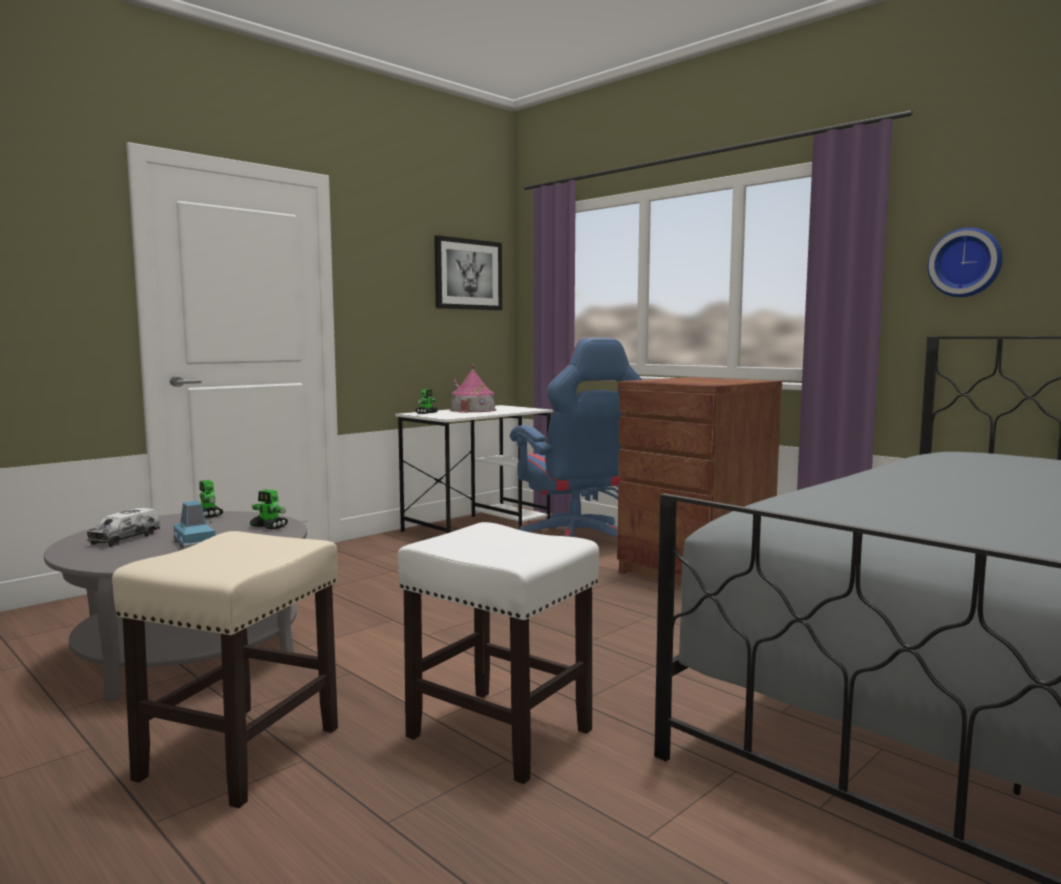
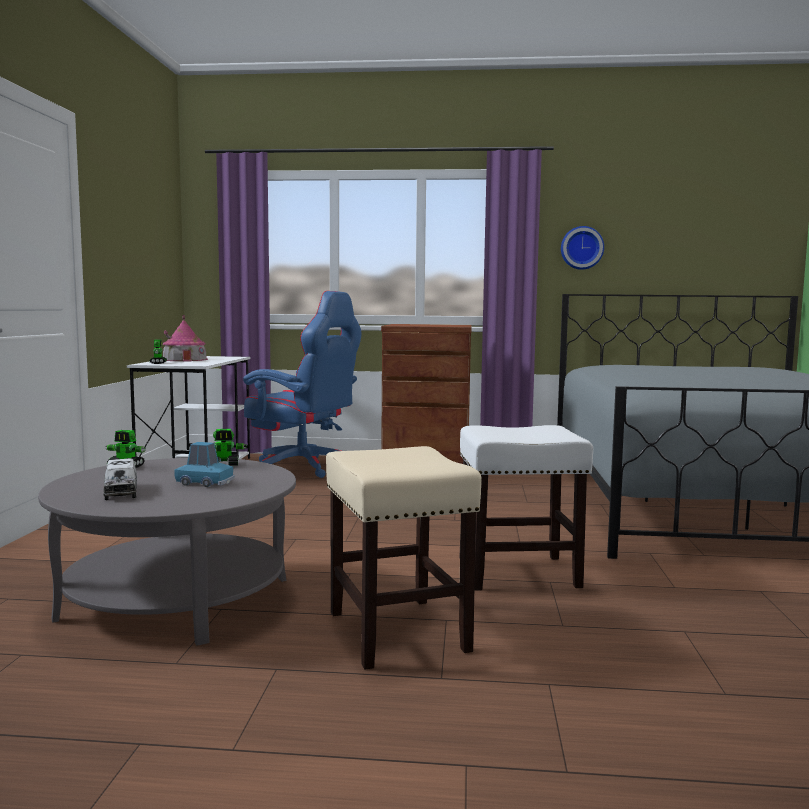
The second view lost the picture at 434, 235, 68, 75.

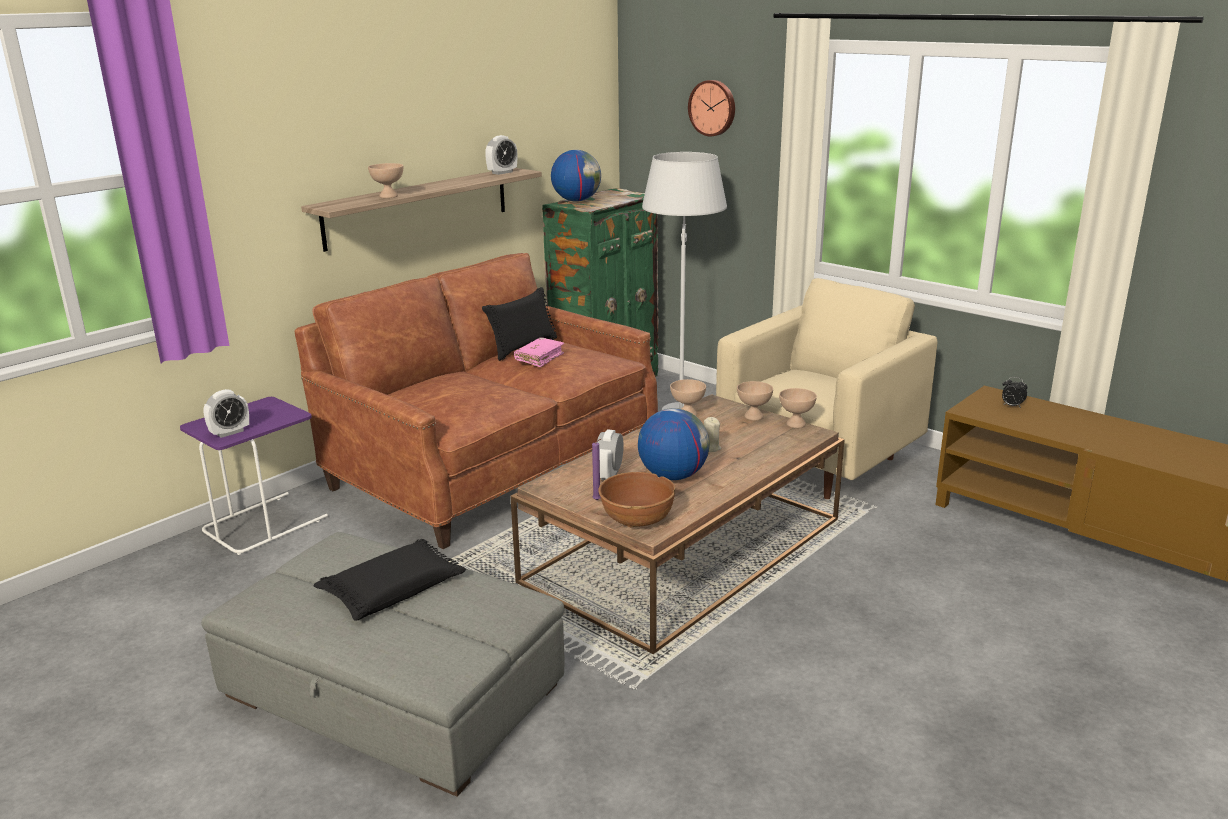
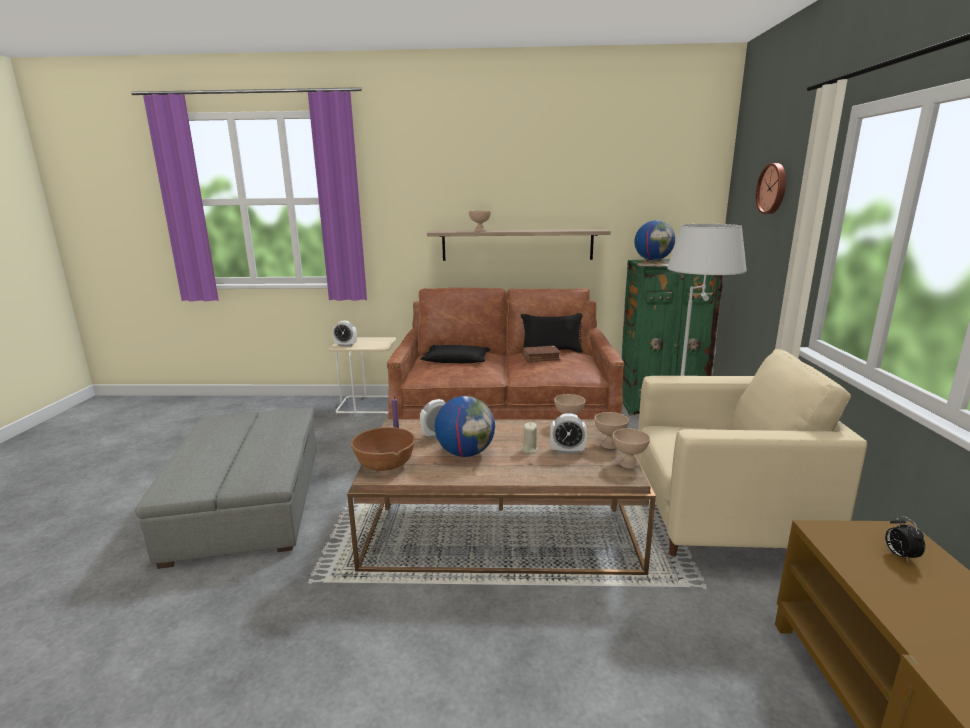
What was the purple side table at 180, 397, 148, 158 turned into the beige side table at 329, 337, 67, 77. The black pillow ended up elsewhere, having gone from 314, 539, 152, 82 to 421, 345, 70, 18. What was the pink book at 514, 337, 50, 30 turned into the brown book at 522, 345, 39, 17. The alarm clock ended up elsewhere, having gone from 485, 135, 32, 40 to 550, 413, 37, 41.

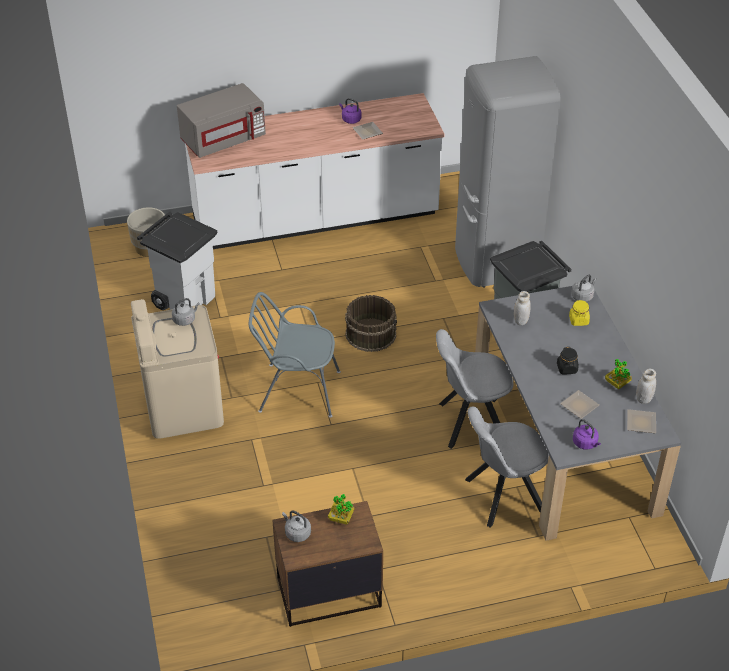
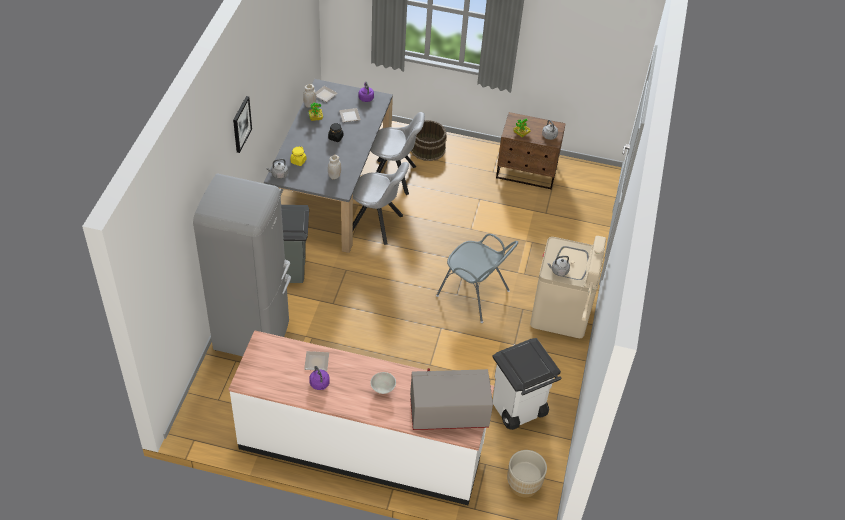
The second view gained the picture at 233, 96, 19, 57. The second view gained the white bowl at 370, 372, 26, 22. The brown bucket ended up elsewhere, having gone from 345, 295, 52, 57 to 411, 120, 36, 41.

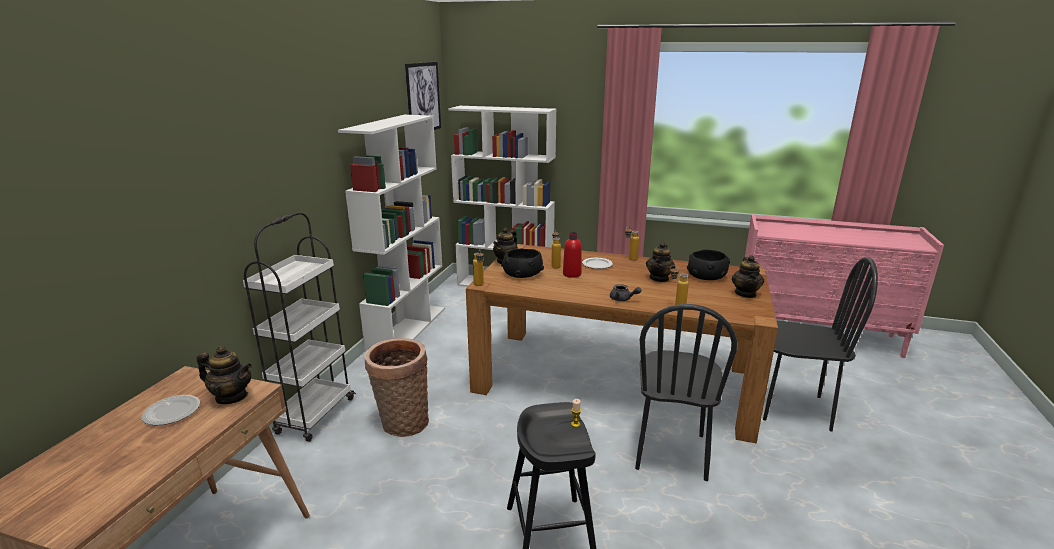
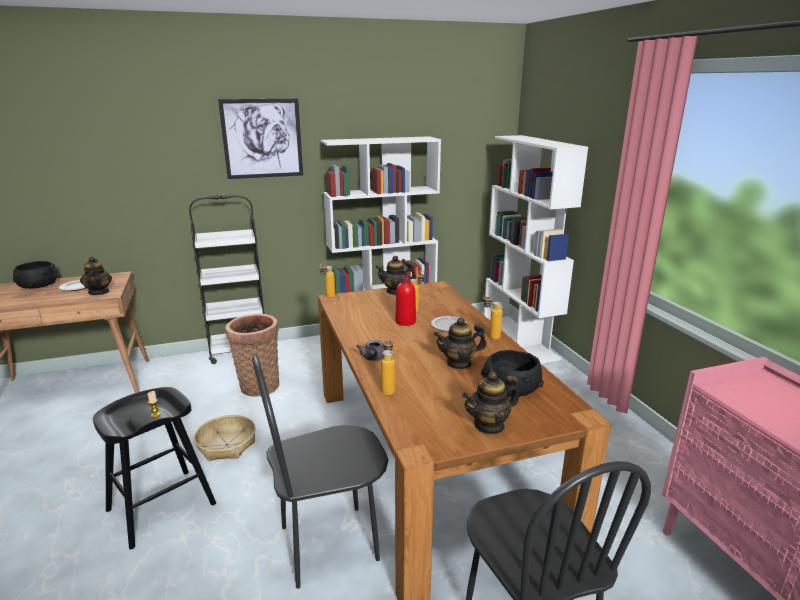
The black bowl ended up elsewhere, having gone from 501, 249, 43, 29 to 13, 261, 44, 27. The second view gained the basket at 194, 415, 62, 46. The picture ended up elsewhere, having gone from 405, 62, 36, 68 to 218, 99, 85, 80.

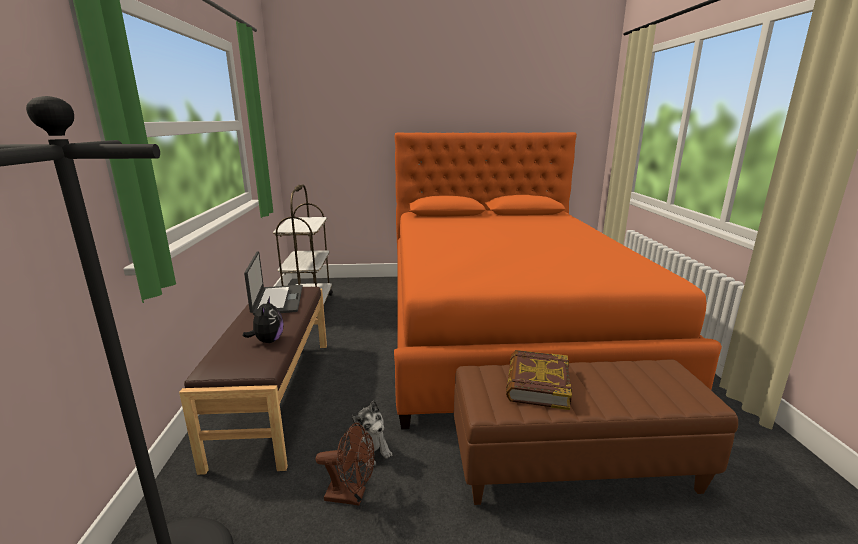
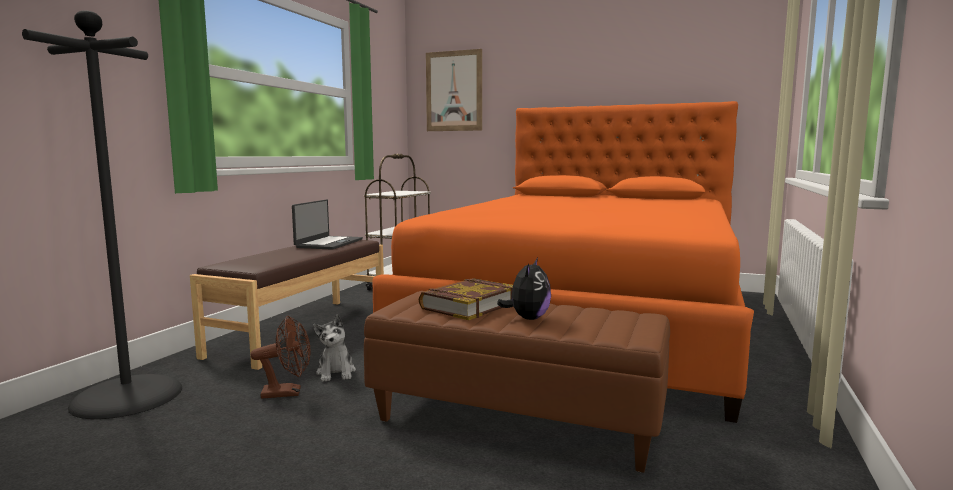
The brown fan at 316, 423, 59, 82 ended up facing another way, 45 degrees counterclockwise from before. The second view gained the picture at 426, 49, 56, 82. The plush toy ended up elsewhere, having gone from 243, 297, 41, 46 to 497, 258, 54, 62.

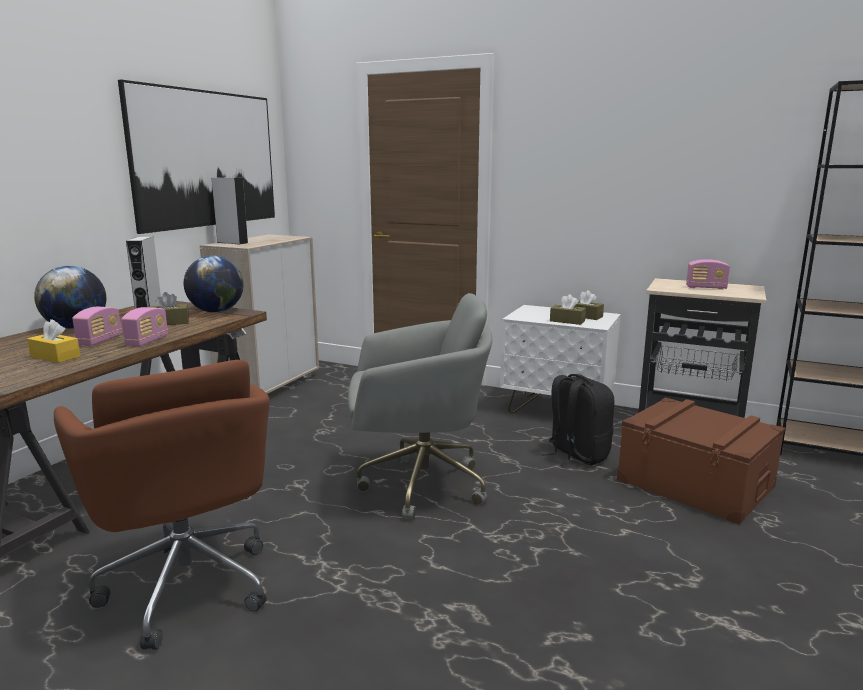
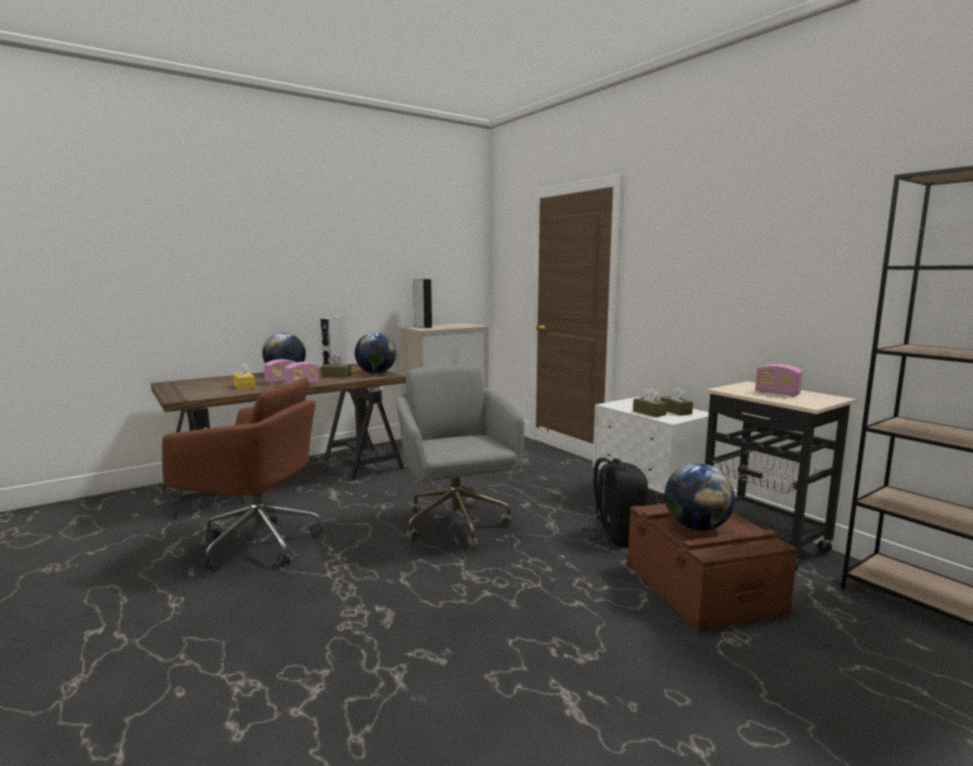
The brown office chair at 54, 360, 216, 290 ended up facing another way, 75 degrees counterclockwise from before. The grey office chair at 348, 293, 144, 227 ended up facing another way, 135 degrees counterclockwise from before. The second view gained the globe at 665, 463, 70, 68. The second view lost the picture at 118, 80, 157, 154.

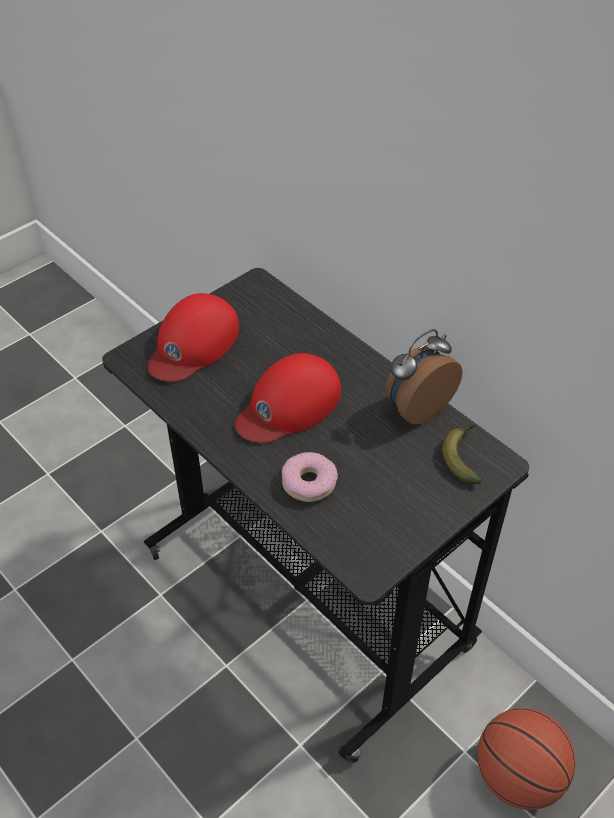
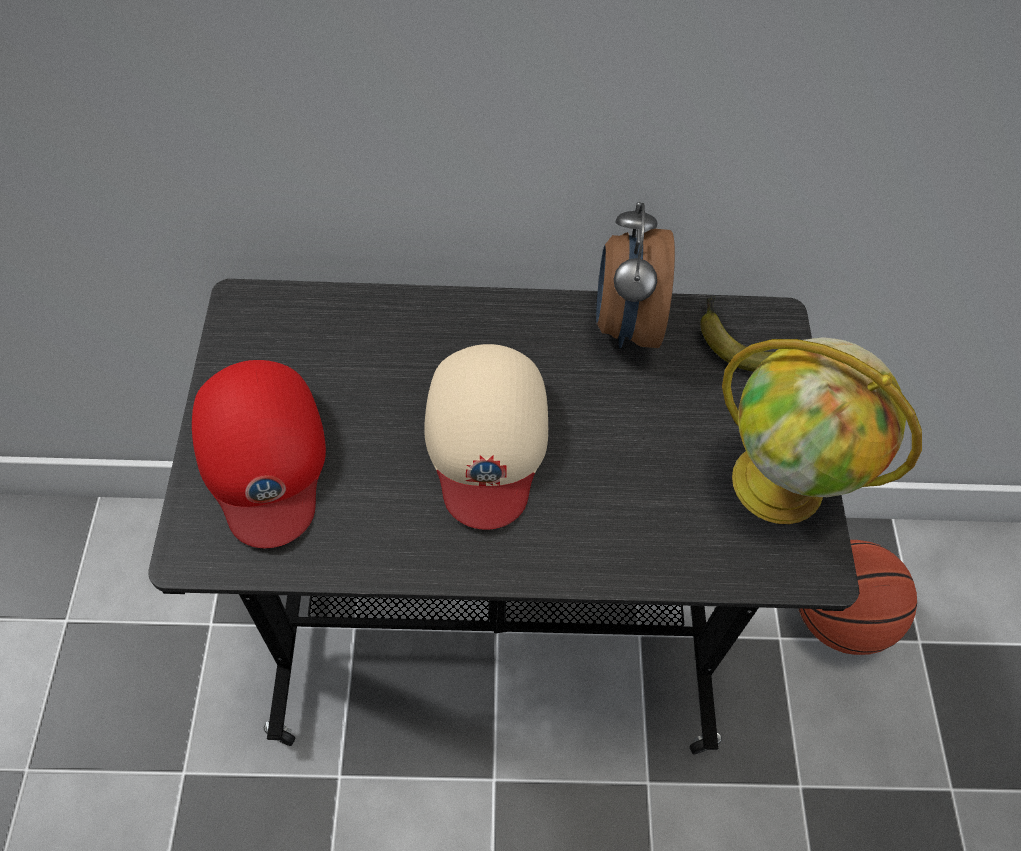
What was the red cap at 235, 353, 106, 90 turned into the beige cap at 424, 344, 124, 186. The second view gained the globe at 722, 337, 200, 187. The second view lost the donut at 282, 452, 56, 50.

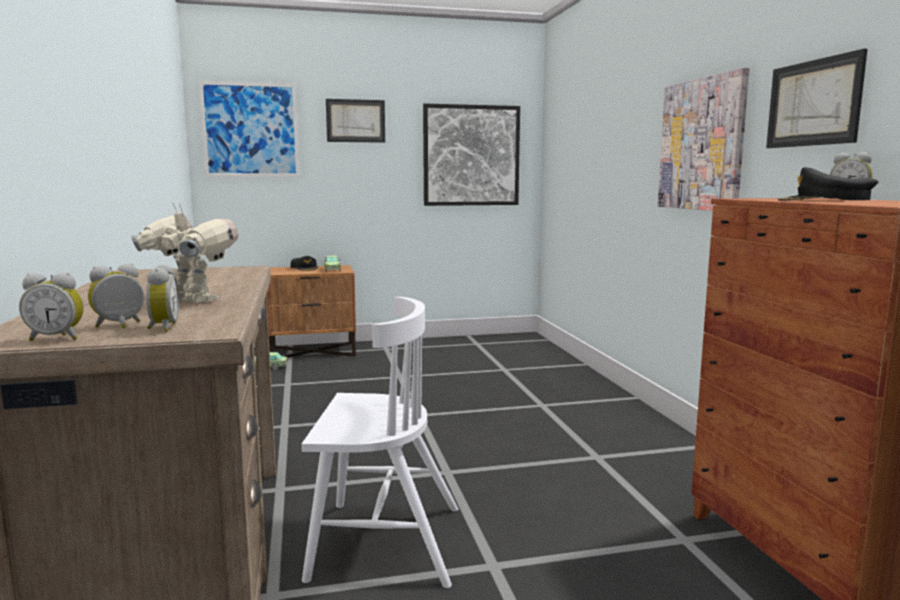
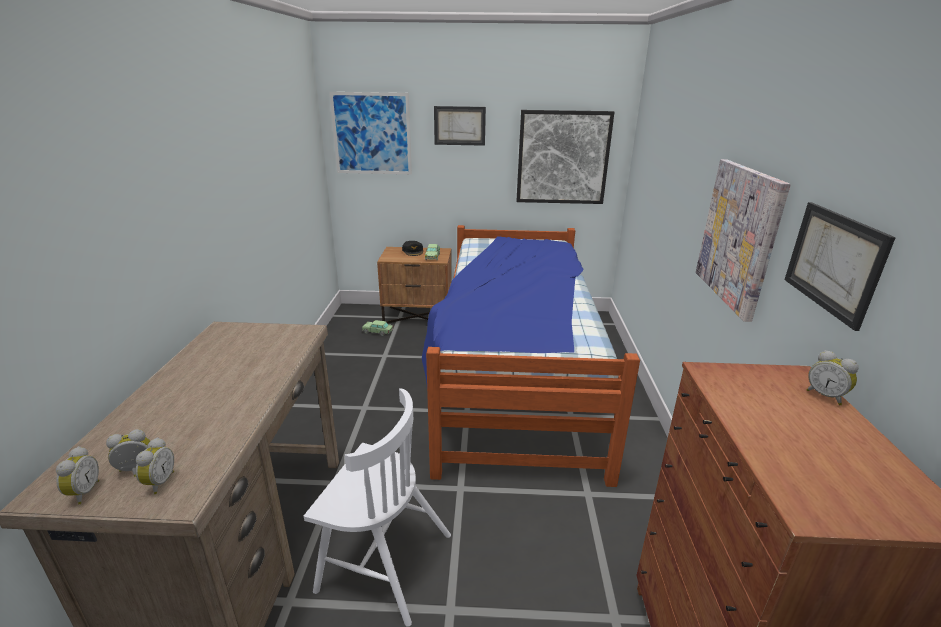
The alarm clock at 19, 273, 65, 68 ended up facing another way, 105 degrees counterclockwise from before. The second view gained the bed at 422, 225, 218, 262. The second view lost the toy robot at 131, 203, 107, 100. The second view lost the black cap at 778, 167, 101, 34.

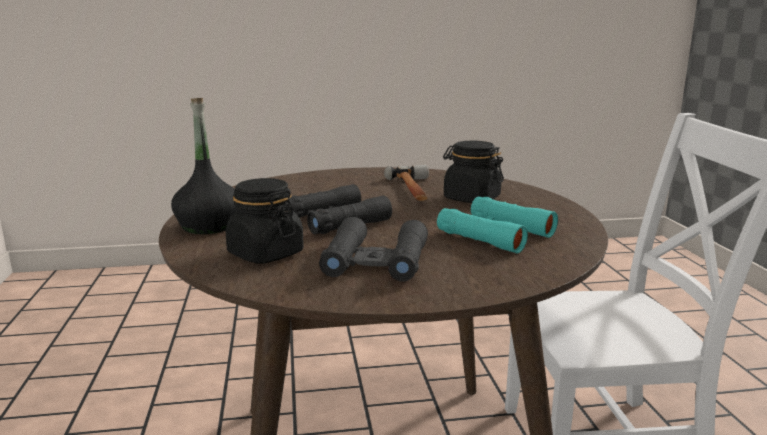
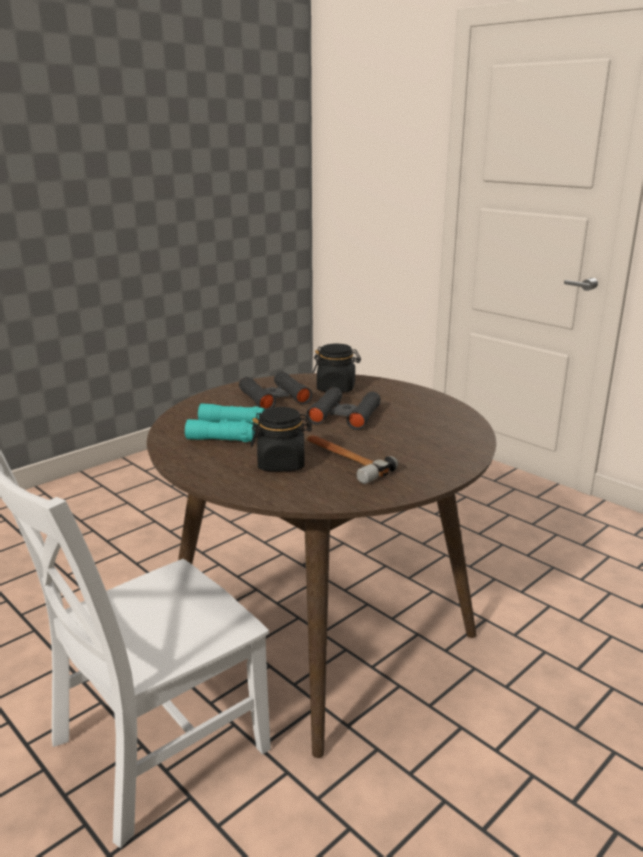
The second view lost the black bottle at 171, 98, 66, 136.

